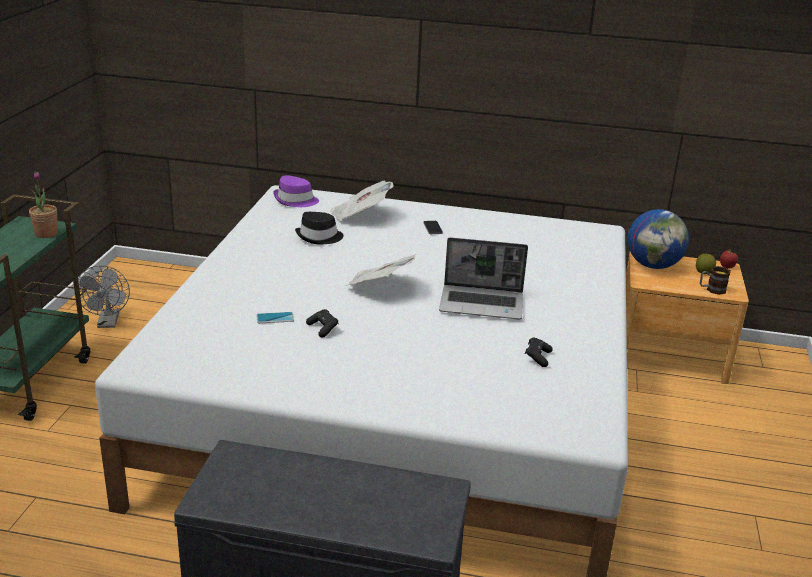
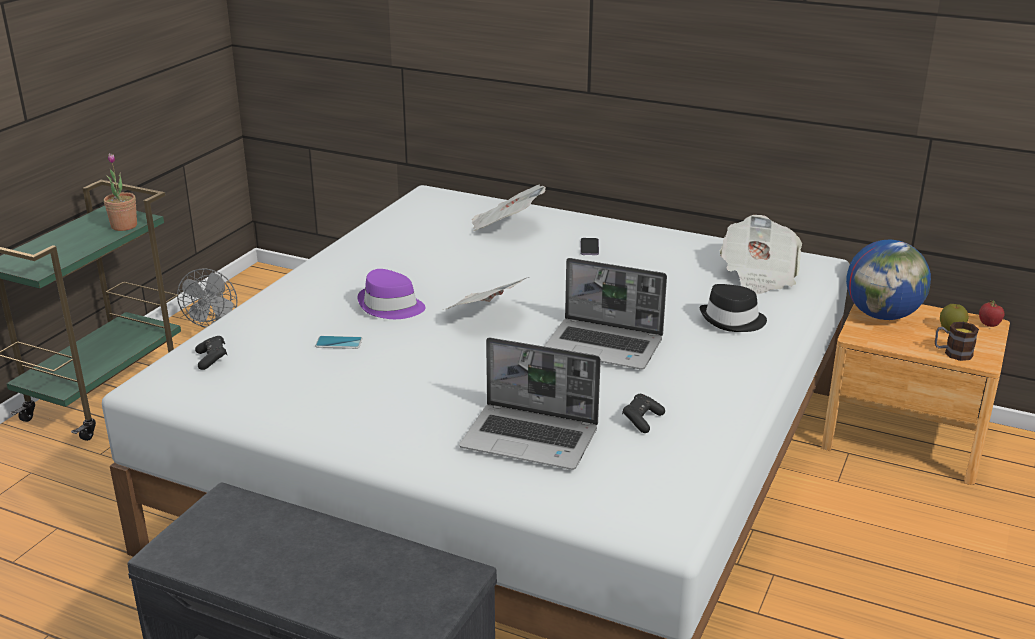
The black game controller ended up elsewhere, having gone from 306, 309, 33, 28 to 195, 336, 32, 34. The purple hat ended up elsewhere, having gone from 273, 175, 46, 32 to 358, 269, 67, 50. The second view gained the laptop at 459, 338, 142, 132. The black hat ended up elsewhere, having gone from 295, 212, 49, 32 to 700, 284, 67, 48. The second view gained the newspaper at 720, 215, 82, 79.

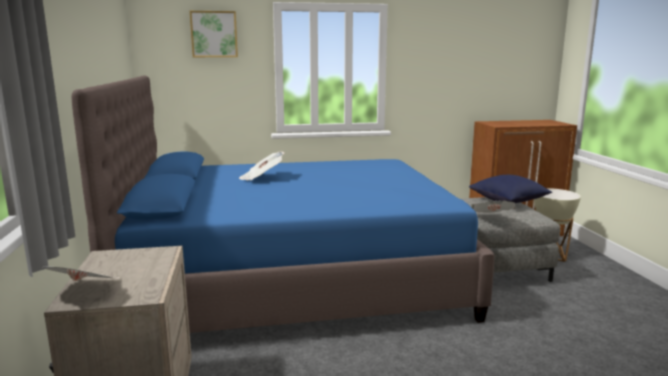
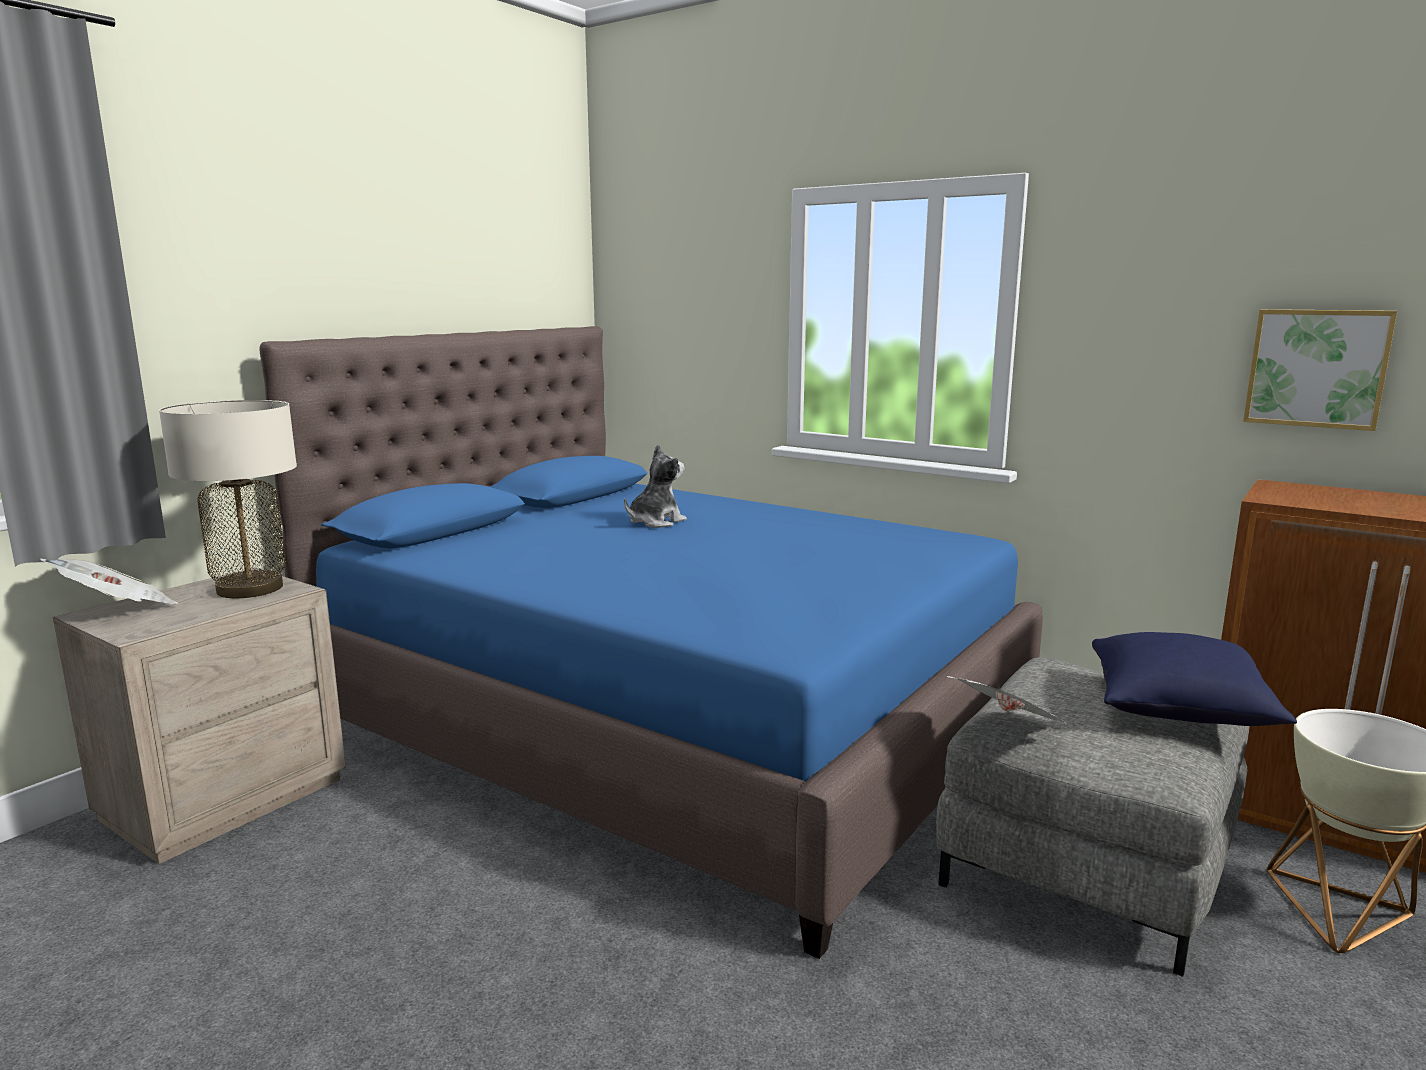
The second view gained the table lamp at 159, 400, 138, 198. Where the newspaper stood at 239, 151, 45, 30, the plush toy came to stand at 624, 444, 63, 84. The picture ended up elsewhere, having gone from 190, 11, 48, 46 to 1243, 309, 154, 122.

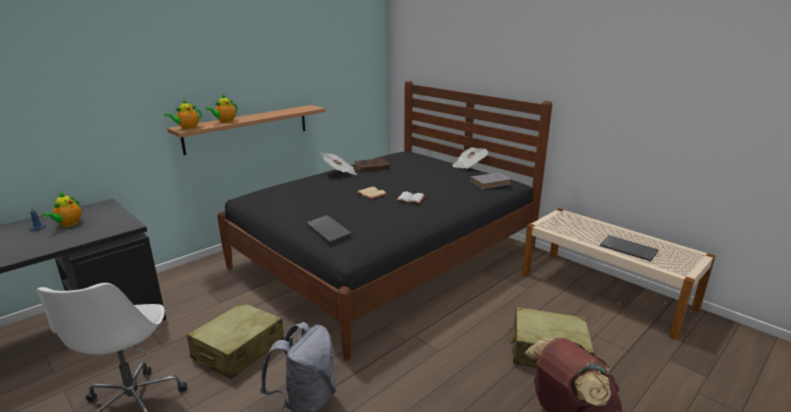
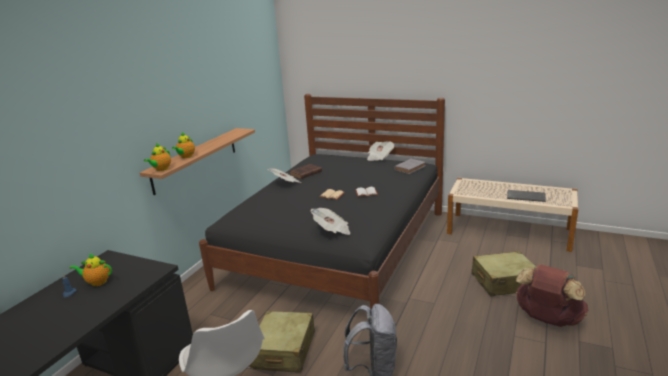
The teapot at 43, 192, 39, 35 ended up facing another way, 105 degrees clockwise from before. Where the keyboard stood at 306, 215, 46, 28, the newspaper came to stand at 310, 208, 40, 27.

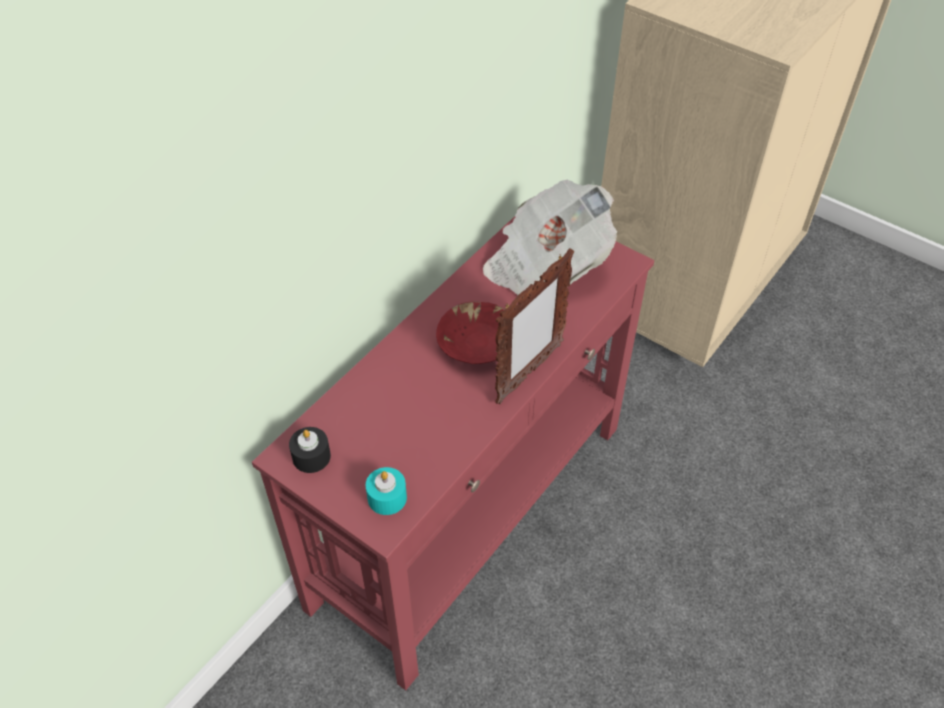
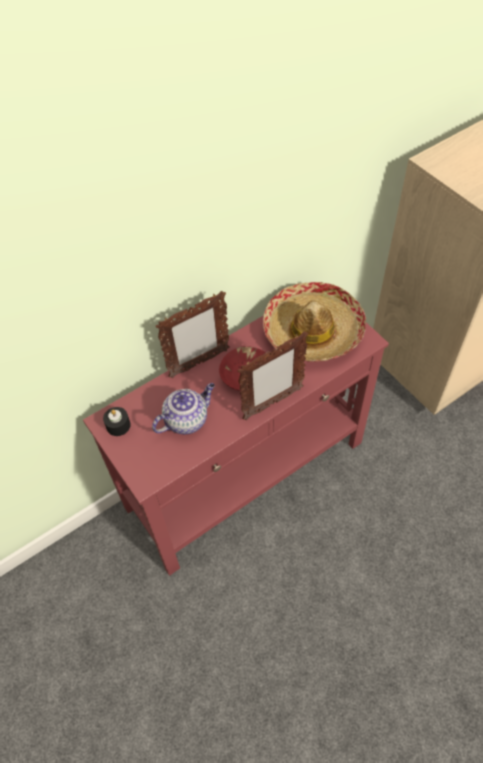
The second view gained the teapot at 152, 383, 63, 51. The second view gained the picture frame at 156, 291, 74, 87. Where the newspaper stood at 483, 180, 134, 116, the hat came to stand at 263, 282, 103, 80. The second view lost the turquoise candle at 366, 467, 41, 48.

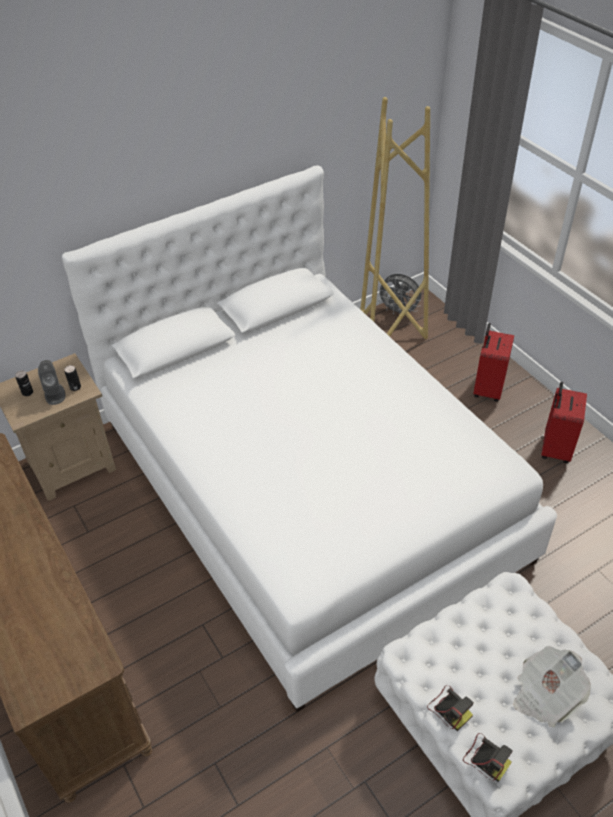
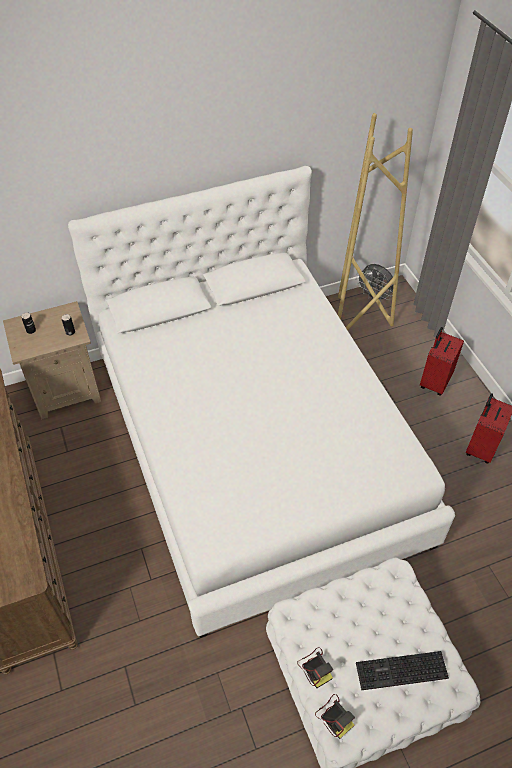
Where the newspaper stood at 513, 646, 78, 82, the keyboard came to stand at 356, 651, 93, 39. The second view lost the grey speaker at 38, 360, 27, 45.

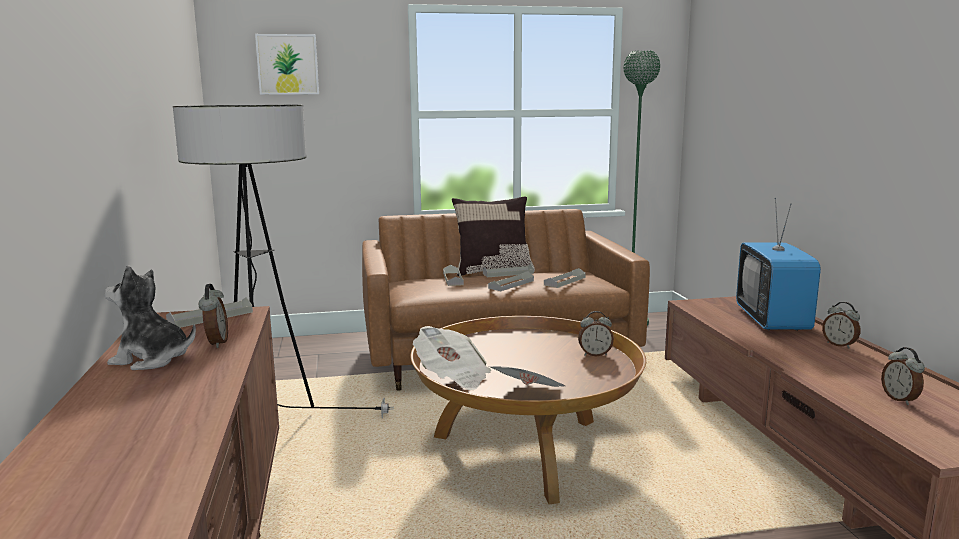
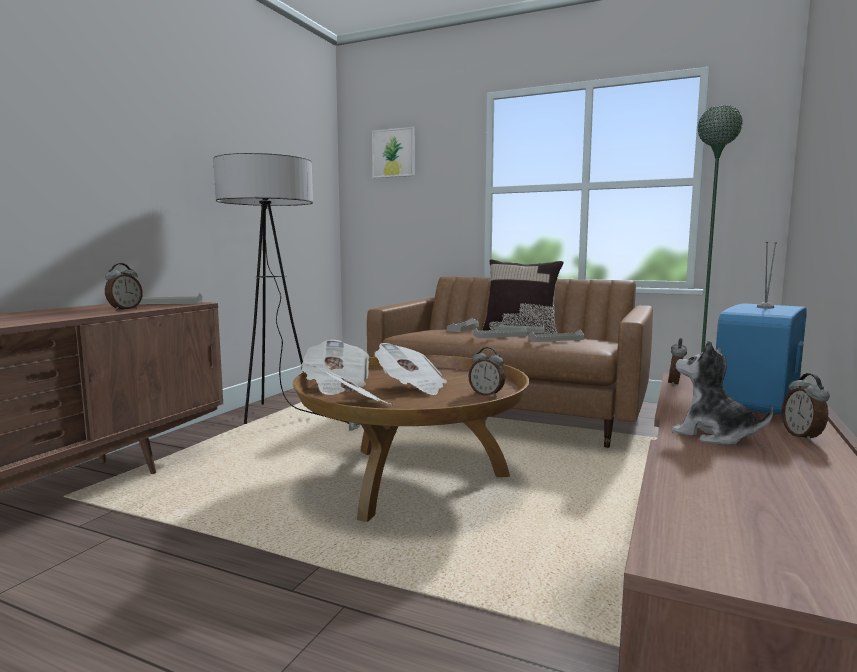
The second view gained the newspaper at 375, 343, 72, 52. The alarm clock ended up elsewhere, having gone from 881, 347, 44, 58 to 668, 338, 19, 48. The plush toy ended up elsewhere, having gone from 104, 265, 92, 105 to 672, 340, 102, 105.

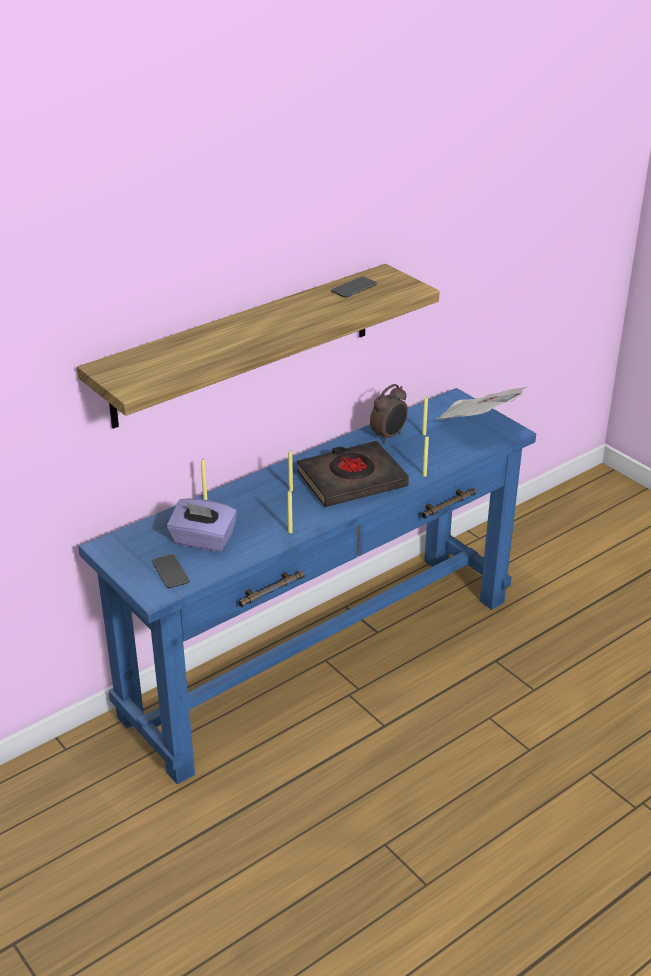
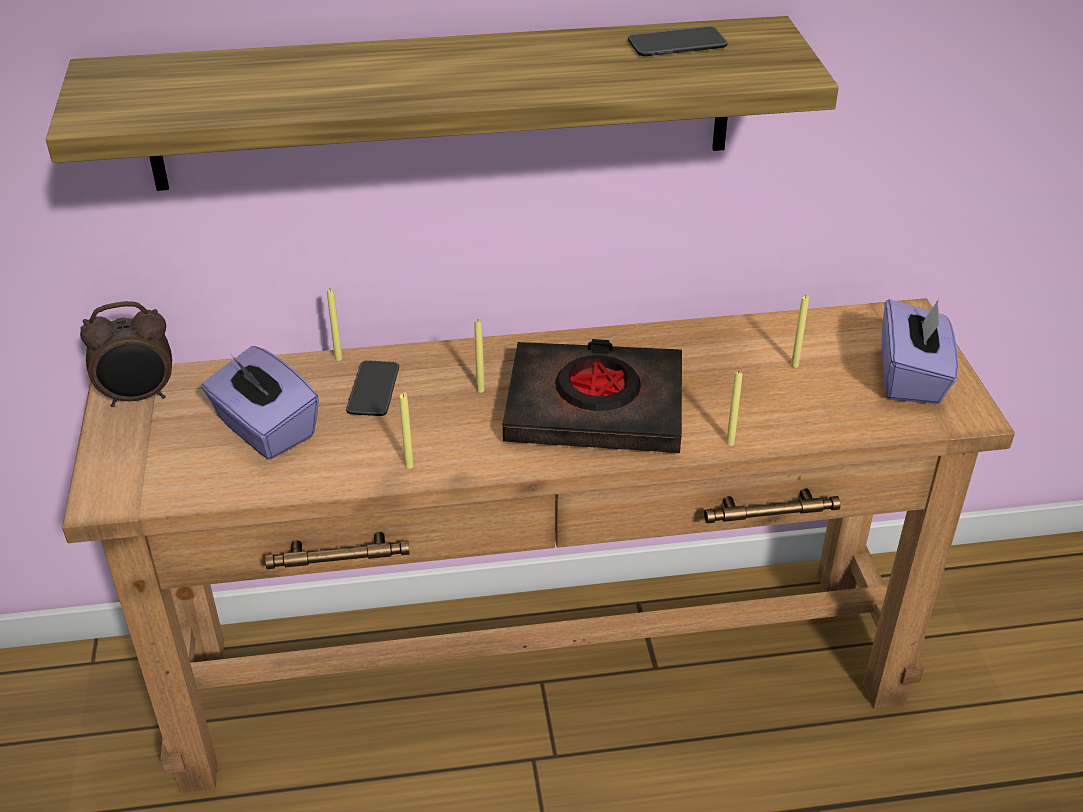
What was the blue console table at 78, 388, 458, 397 turned into the brown console table at 62, 298, 953, 495. The alarm clock ended up elsewhere, having gone from 370, 384, 38, 59 to 80, 301, 92, 106. The phone ended up elsewhere, having gone from 152, 554, 38, 34 to 346, 360, 53, 56. Where the newspaper stood at 434, 387, 93, 33, the purple tissue box came to stand at 882, 299, 76, 105.

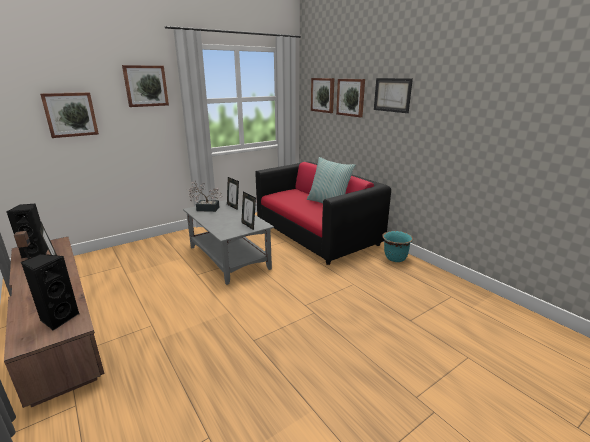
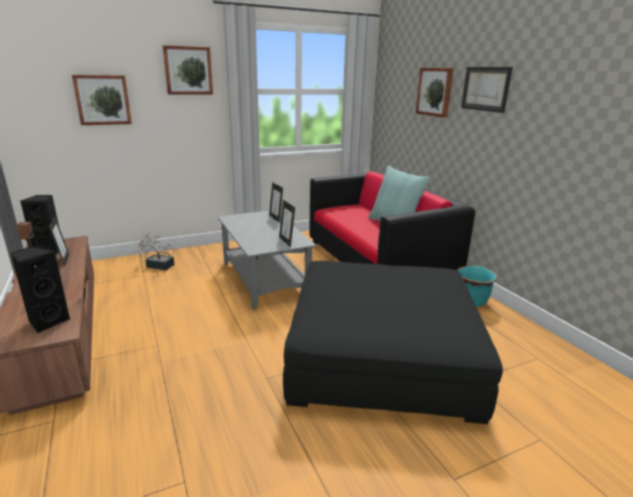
The potted plant ended up elsewhere, having gone from 187, 181, 35, 31 to 135, 232, 43, 38. The second view gained the black ottoman at 283, 261, 220, 163. The second view lost the picture at 311, 78, 23, 35.

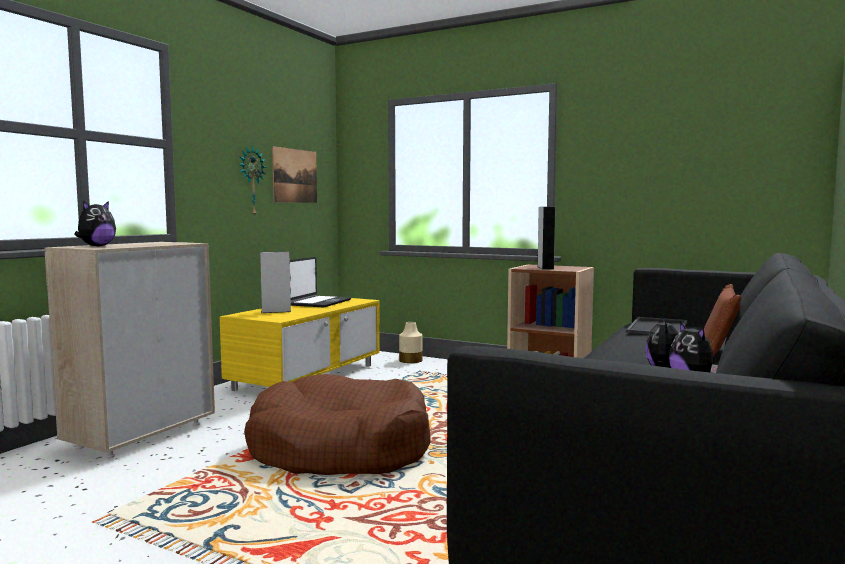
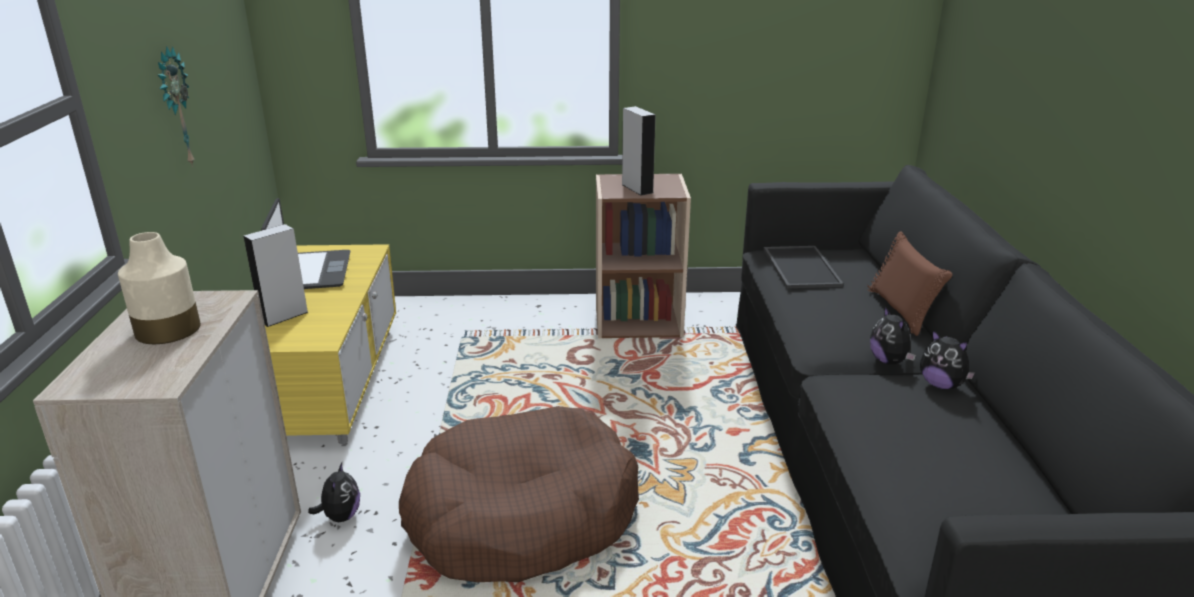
The beige vase ended up elsewhere, having gone from 399, 322, 23, 41 to 118, 232, 83, 112. The plush toy ended up elsewhere, having gone from 74, 201, 42, 46 to 308, 462, 52, 60. The second view lost the picture at 272, 146, 45, 57.

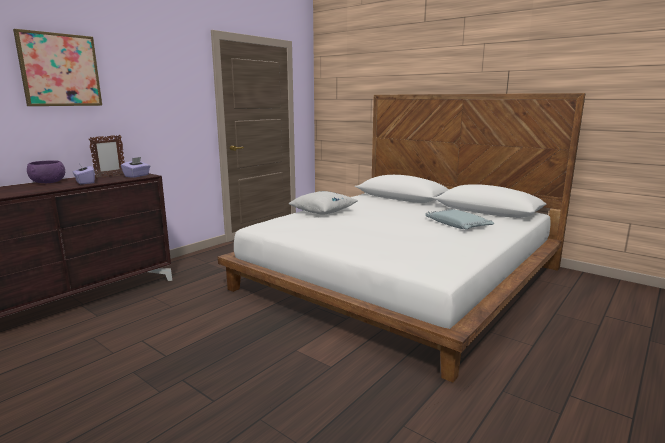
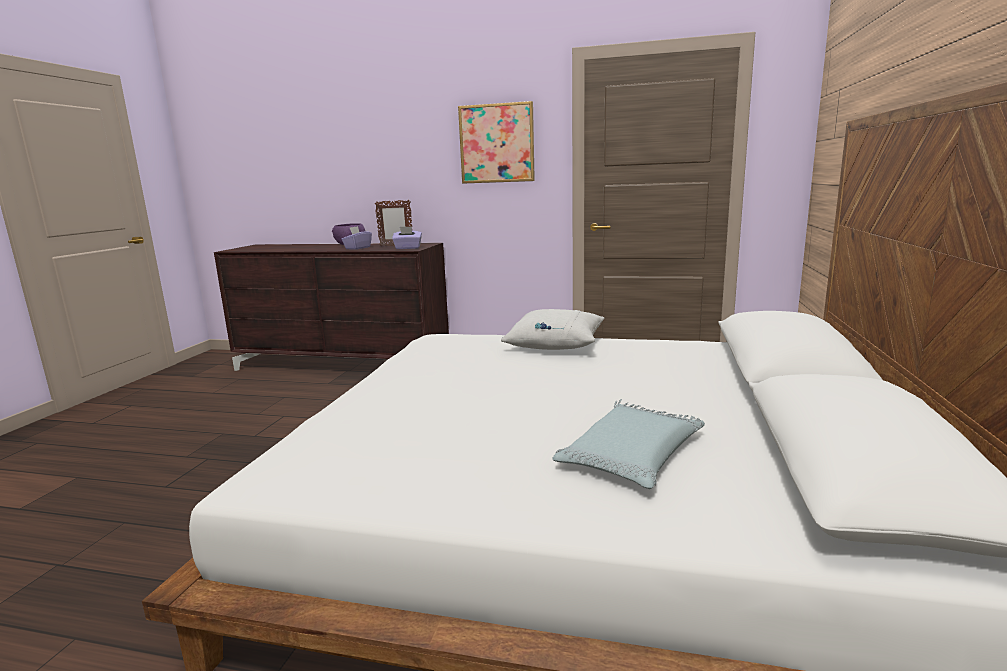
The picture ended up elsewhere, having gone from 13, 29, 89, 77 to 458, 101, 77, 83.

